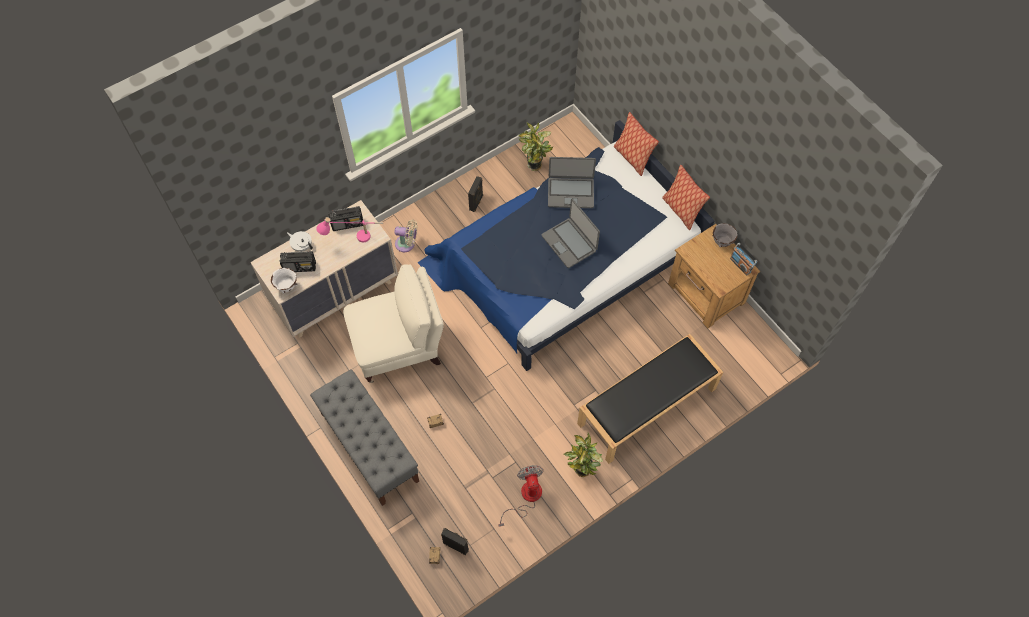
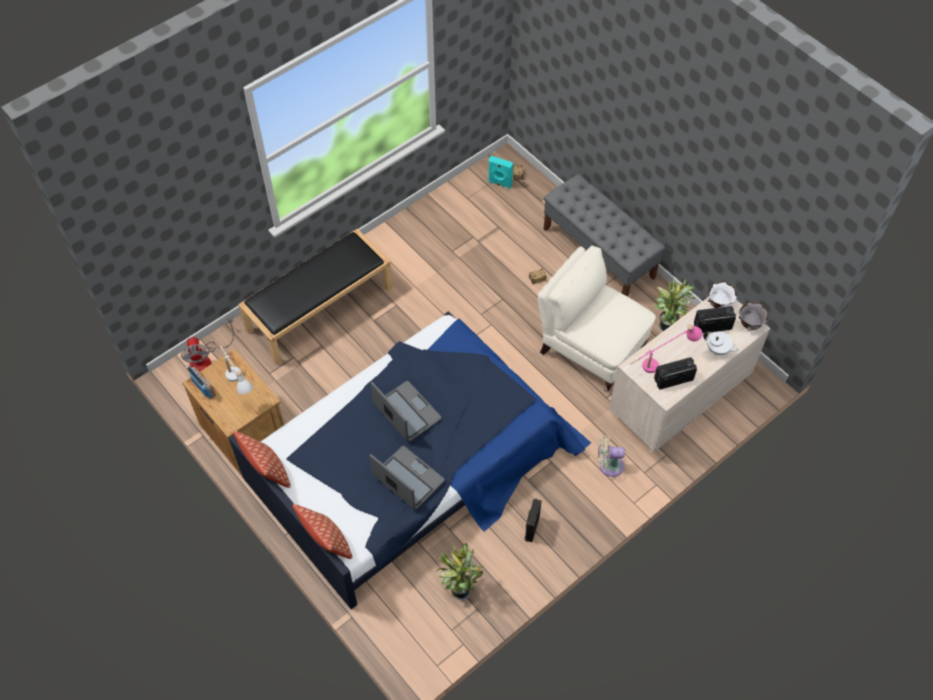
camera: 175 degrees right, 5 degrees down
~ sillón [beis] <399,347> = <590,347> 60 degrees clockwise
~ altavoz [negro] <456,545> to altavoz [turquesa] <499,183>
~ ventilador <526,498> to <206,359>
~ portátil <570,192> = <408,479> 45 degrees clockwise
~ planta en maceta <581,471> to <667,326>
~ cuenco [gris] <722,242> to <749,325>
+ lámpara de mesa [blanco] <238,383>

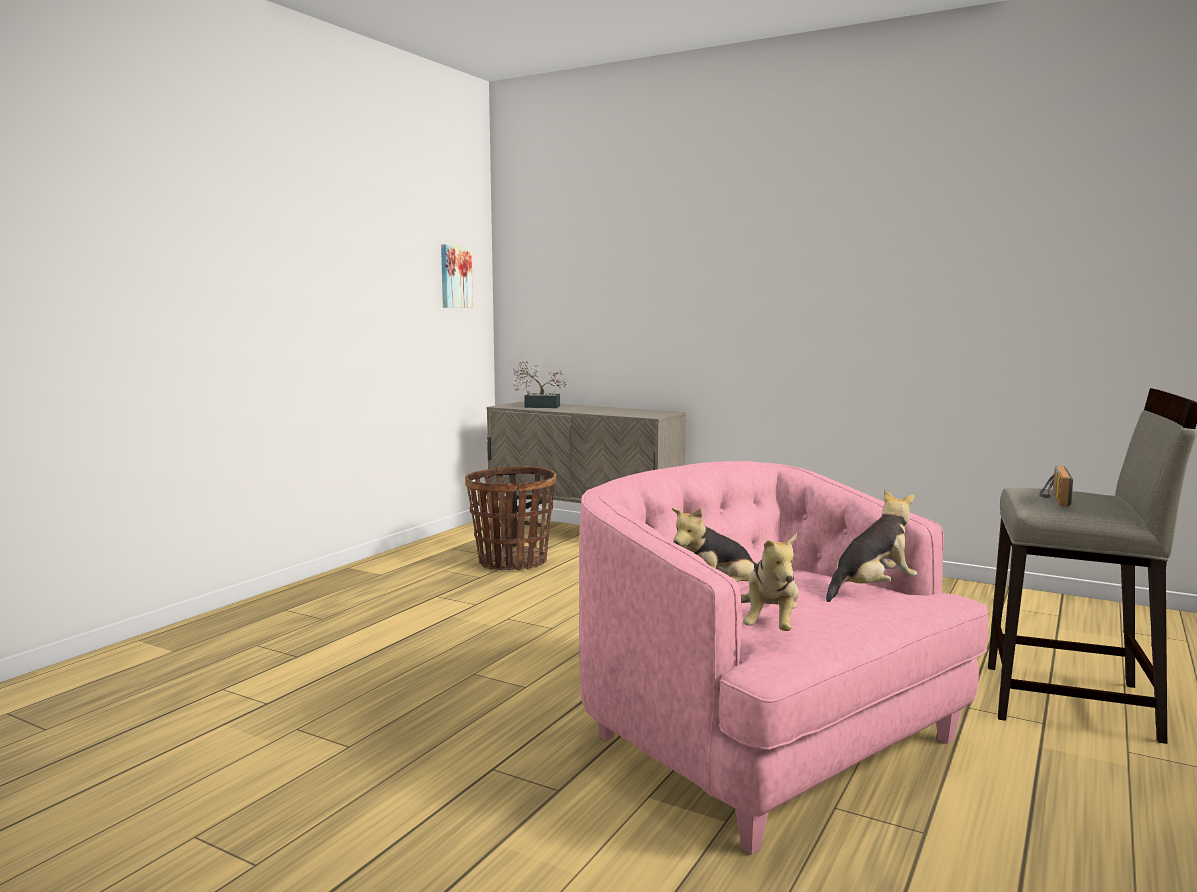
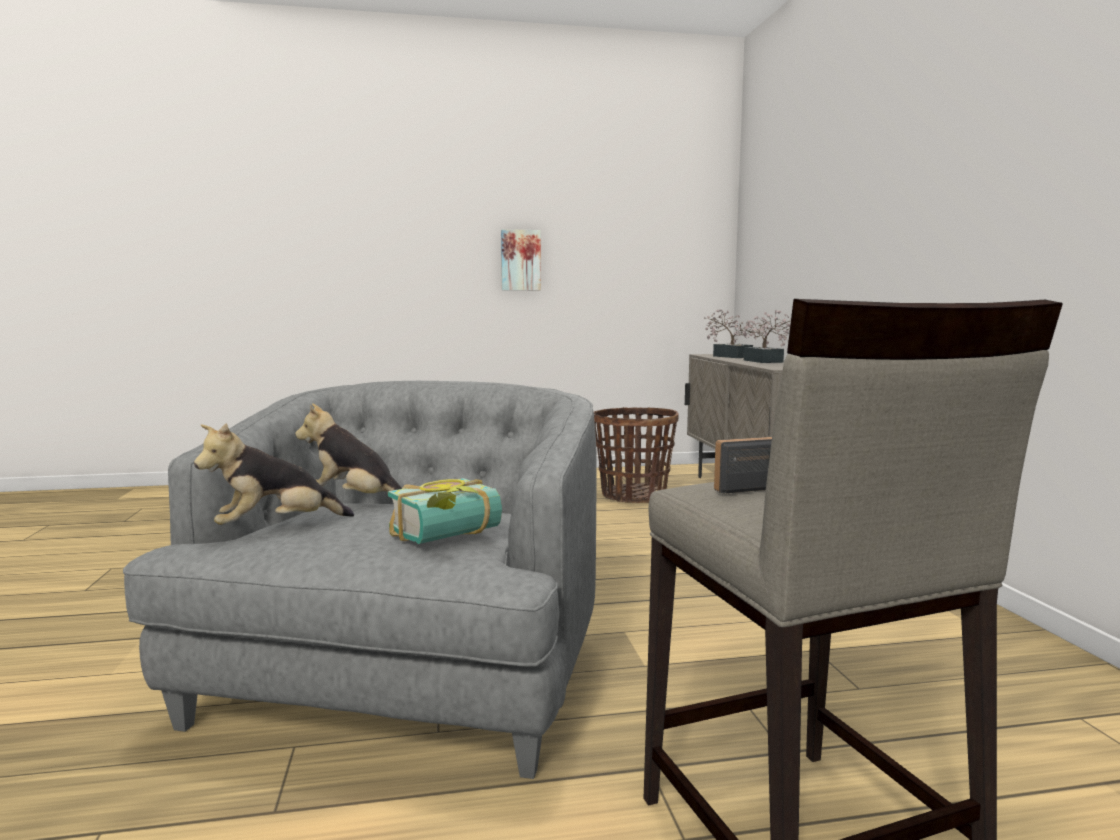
camera: 50 degrees right, 0 degrees up
~ cuadro <454,276> to <520,260>
~ sillón [rosa] <768,743> to sillón [gris] <402,680>
~ peluche <871,589> to libro <450,536>
+ planta en maceta <765,361>

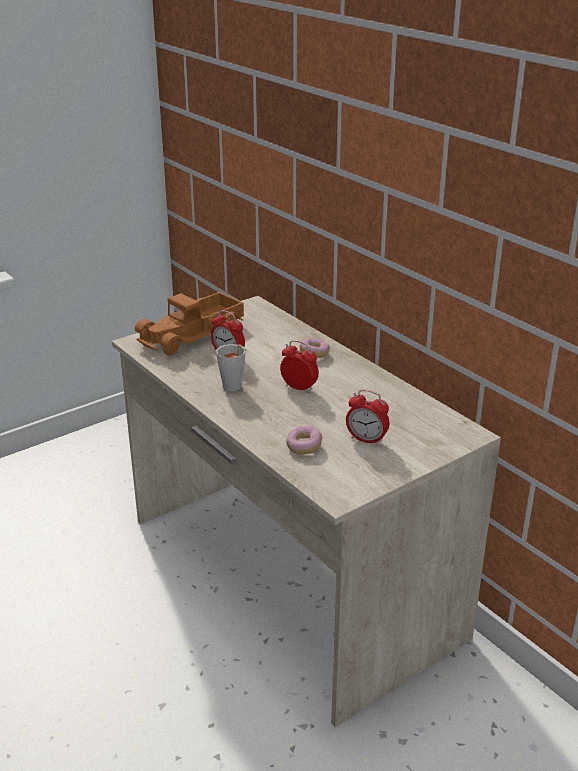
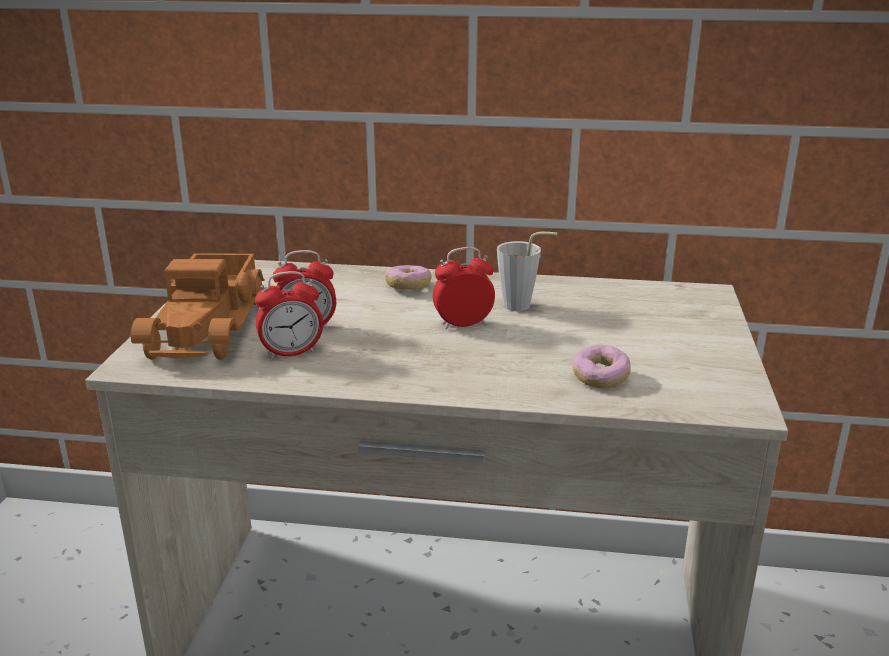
camera: 45 degrees left, 5 degrees down
~ taza [gris] <233,388> to <523,306>
~ despertador <366,440> to <291,353>

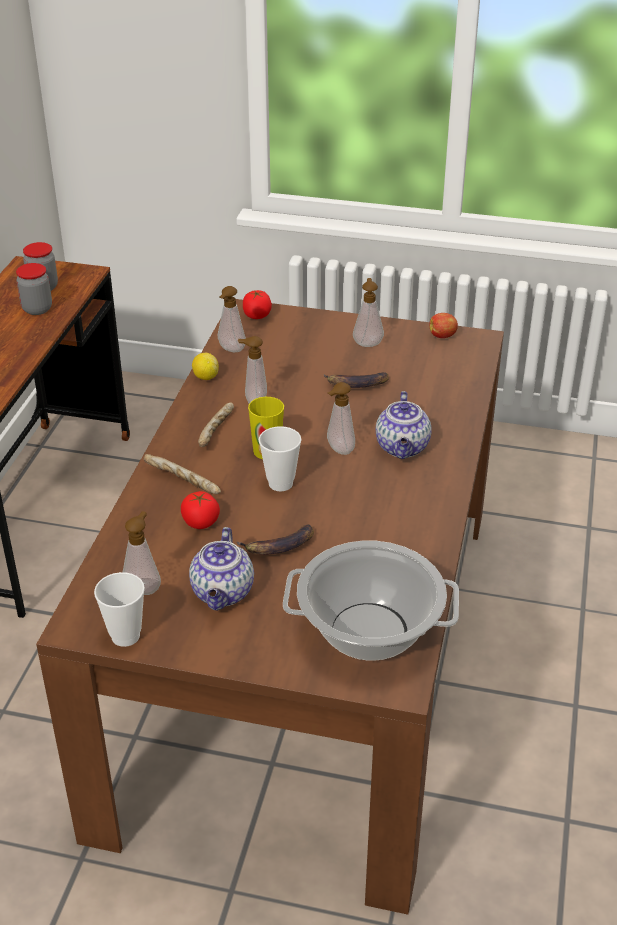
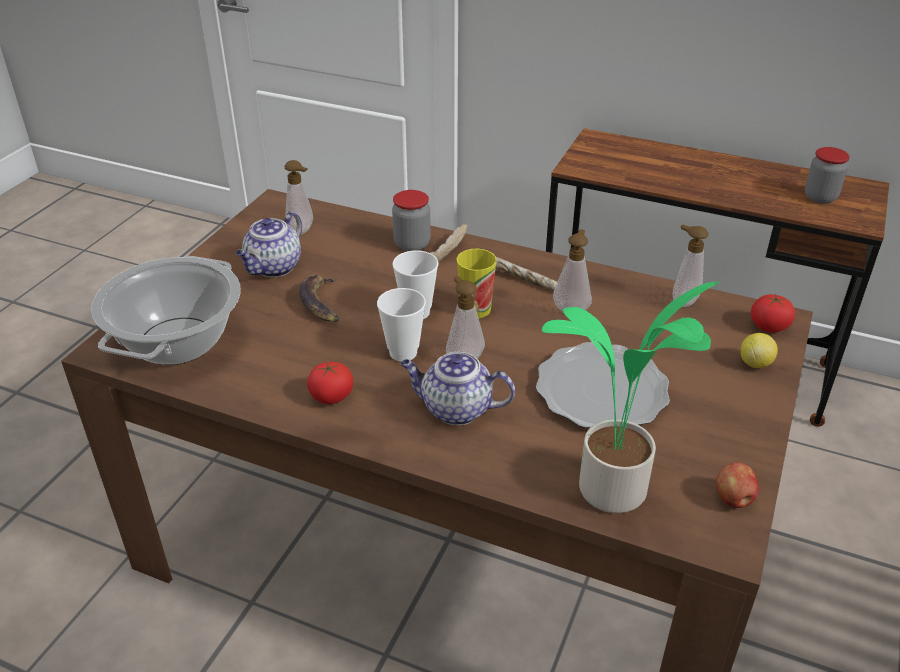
camera: 100 degrees right, 0 degrees up
~ tarro <37,309> to <412,244>
~ taza <125,636> to <403,353>
~ tomate <200,522> to <332,396>
~ tetera <223,593> = <274,268> 75 degrees counterclockwise
~ limón <205,377> to <755,363>
~ plátano <356,384> to plato <601,390>
- dispensador de jabón <367,343>
+ planta en maceta <610,493>

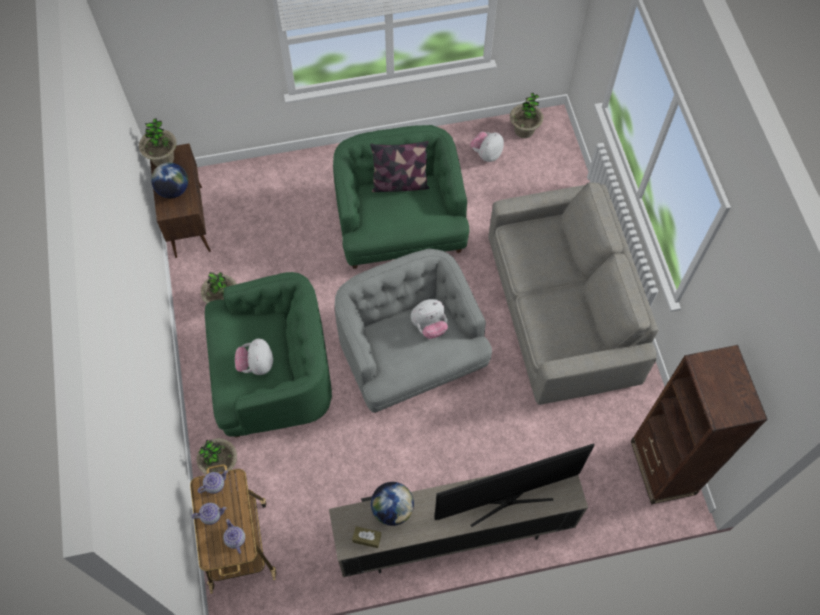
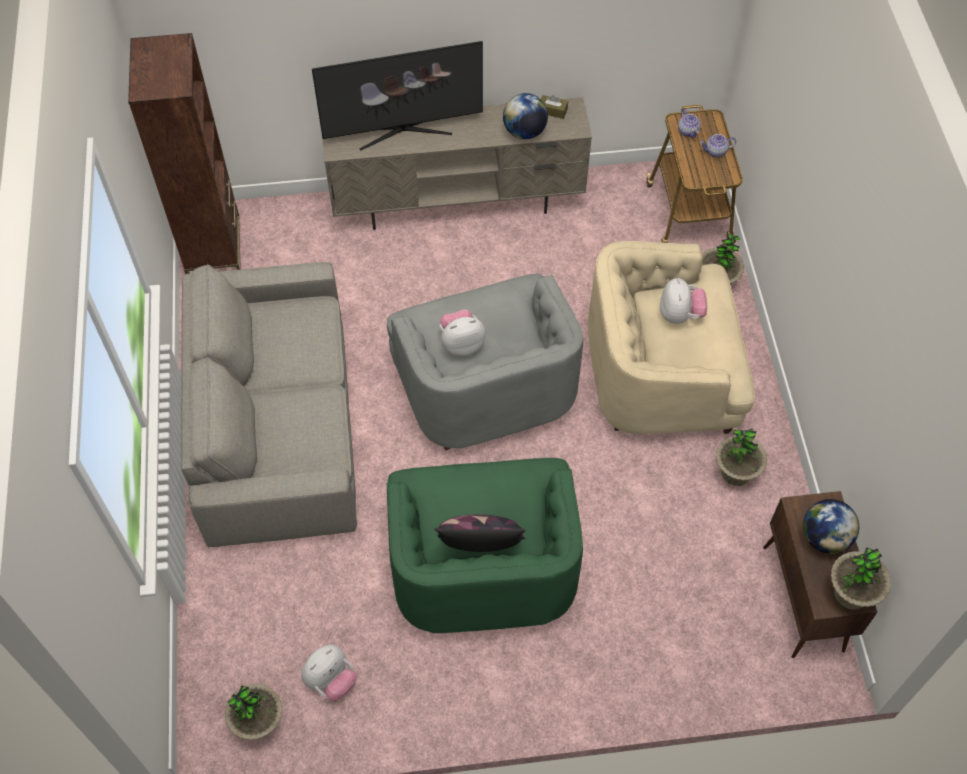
camera: 175 degrees left, 5 degrees down
- tetera <215,484>
~ sillón [verde] <273,375> to sillón [beis] <661,374>

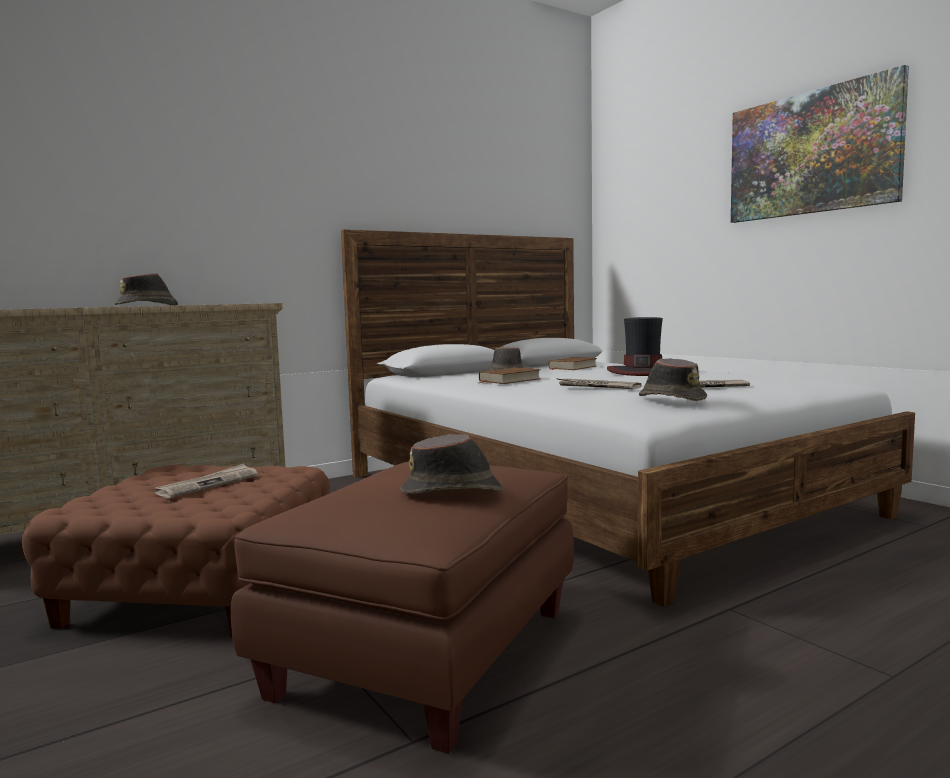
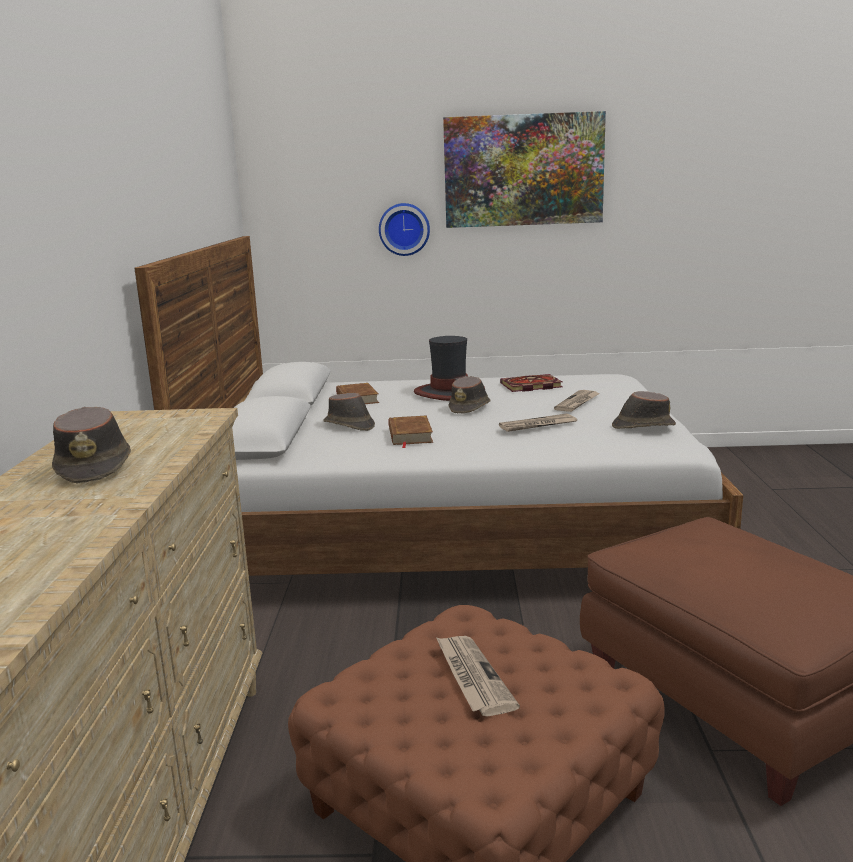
camera: 55 degrees left, 10 degrees up
~ sombrero [marrón] <453,491> to <470,408>
+ reloj de pared <404,229>
+ libro <530,386>

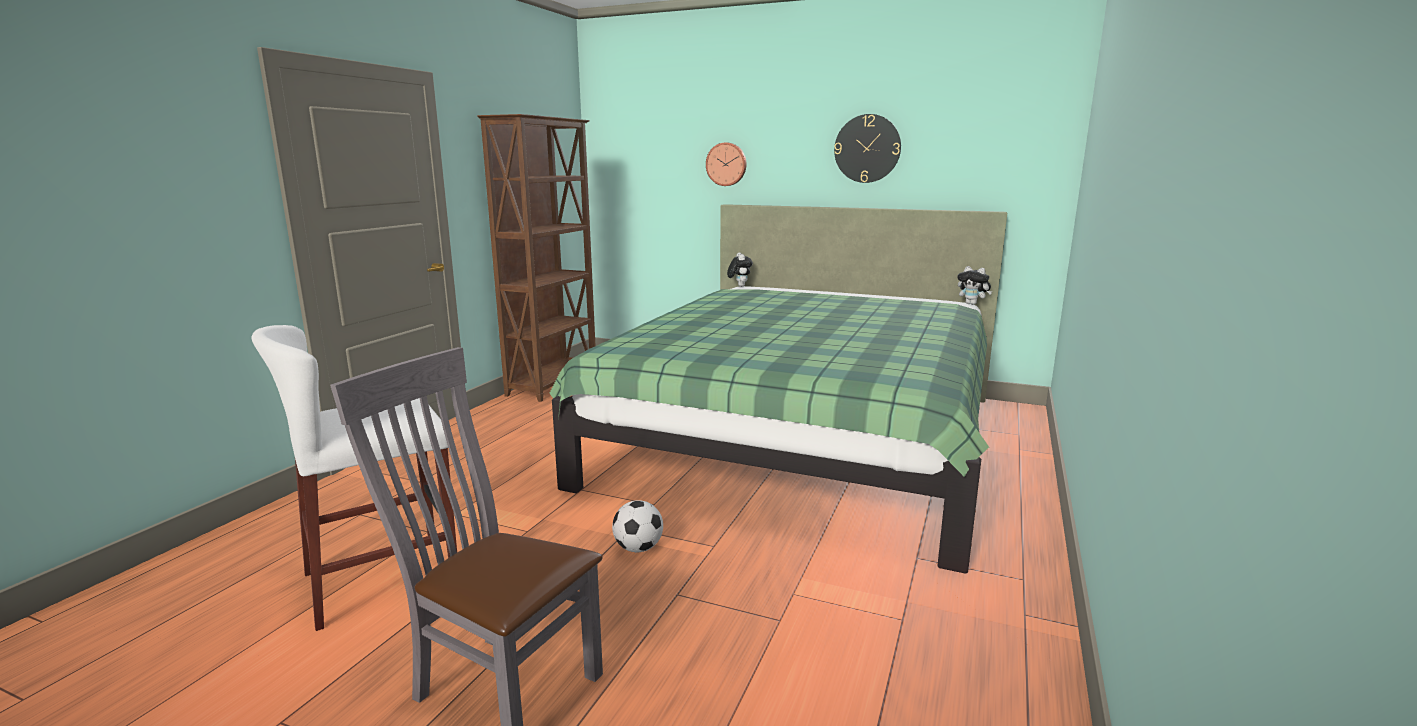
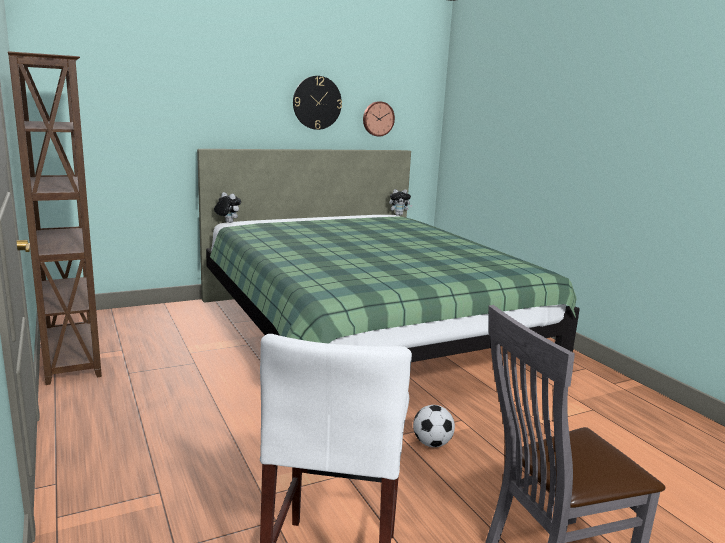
camera: 50 degrees left, 0 degrees up
~ reloj de pared <726,164> to <378,118>

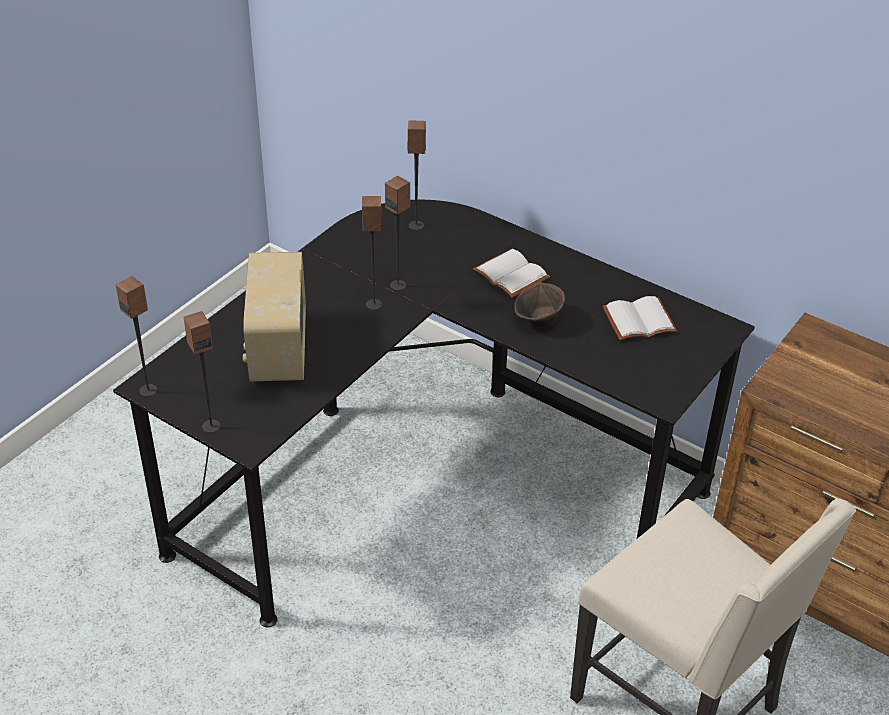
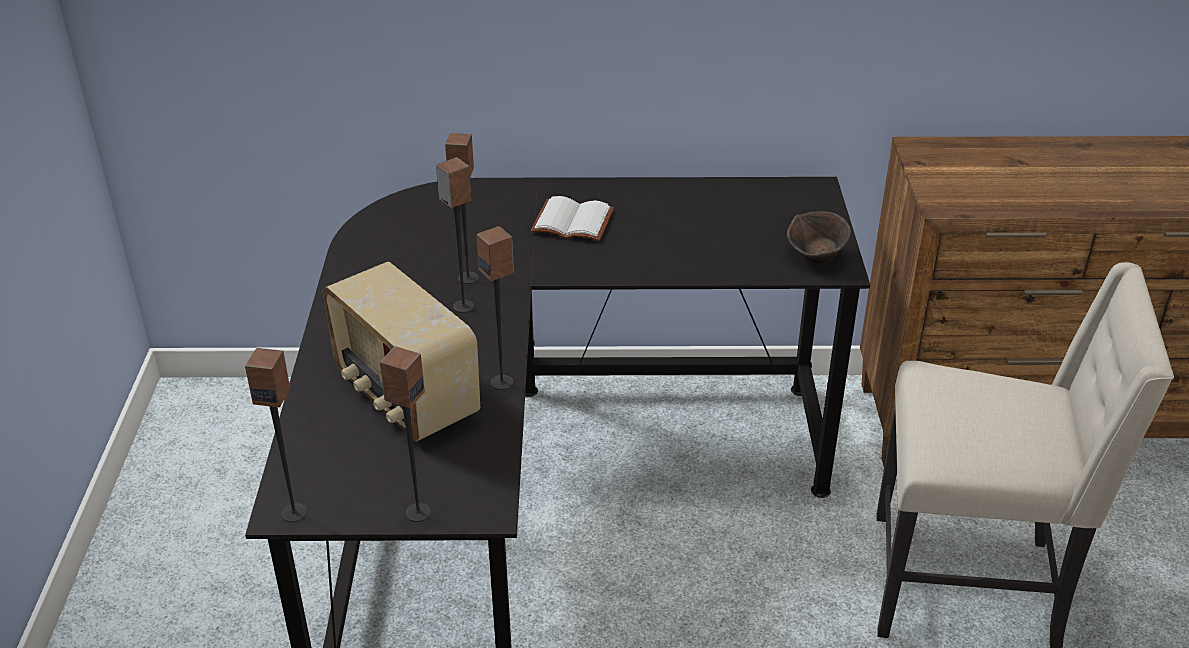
camera: 35 degrees left, 5 degrees down
~ altavoz <416,225> to <502,382>
~ cuenco [marrón] <538,320> to <816,257>
- libro [blanco] <639,322>

